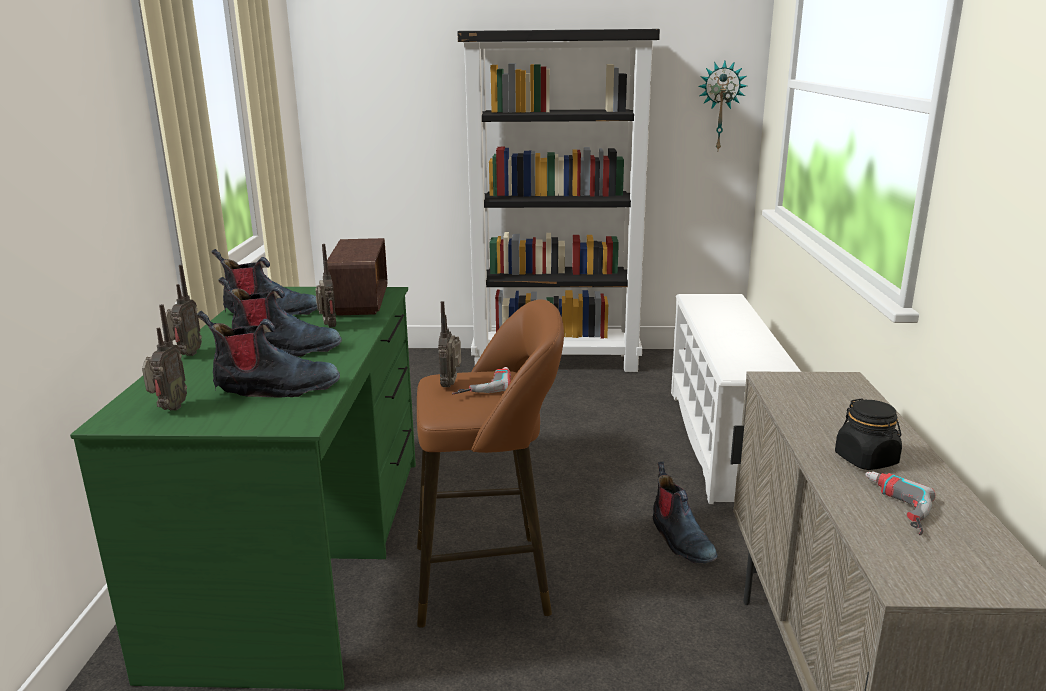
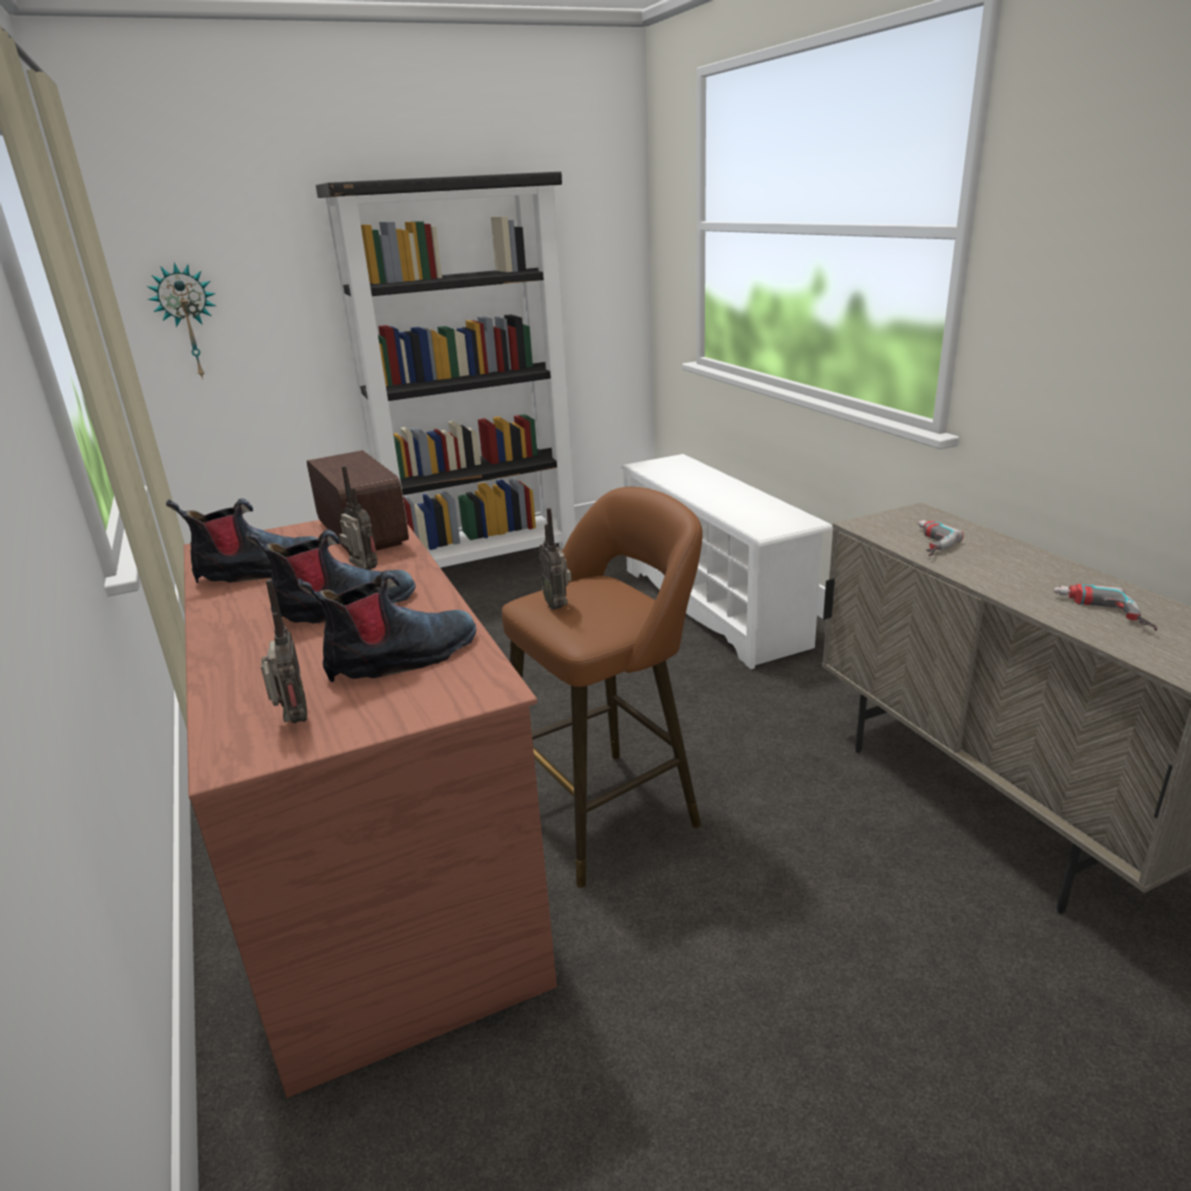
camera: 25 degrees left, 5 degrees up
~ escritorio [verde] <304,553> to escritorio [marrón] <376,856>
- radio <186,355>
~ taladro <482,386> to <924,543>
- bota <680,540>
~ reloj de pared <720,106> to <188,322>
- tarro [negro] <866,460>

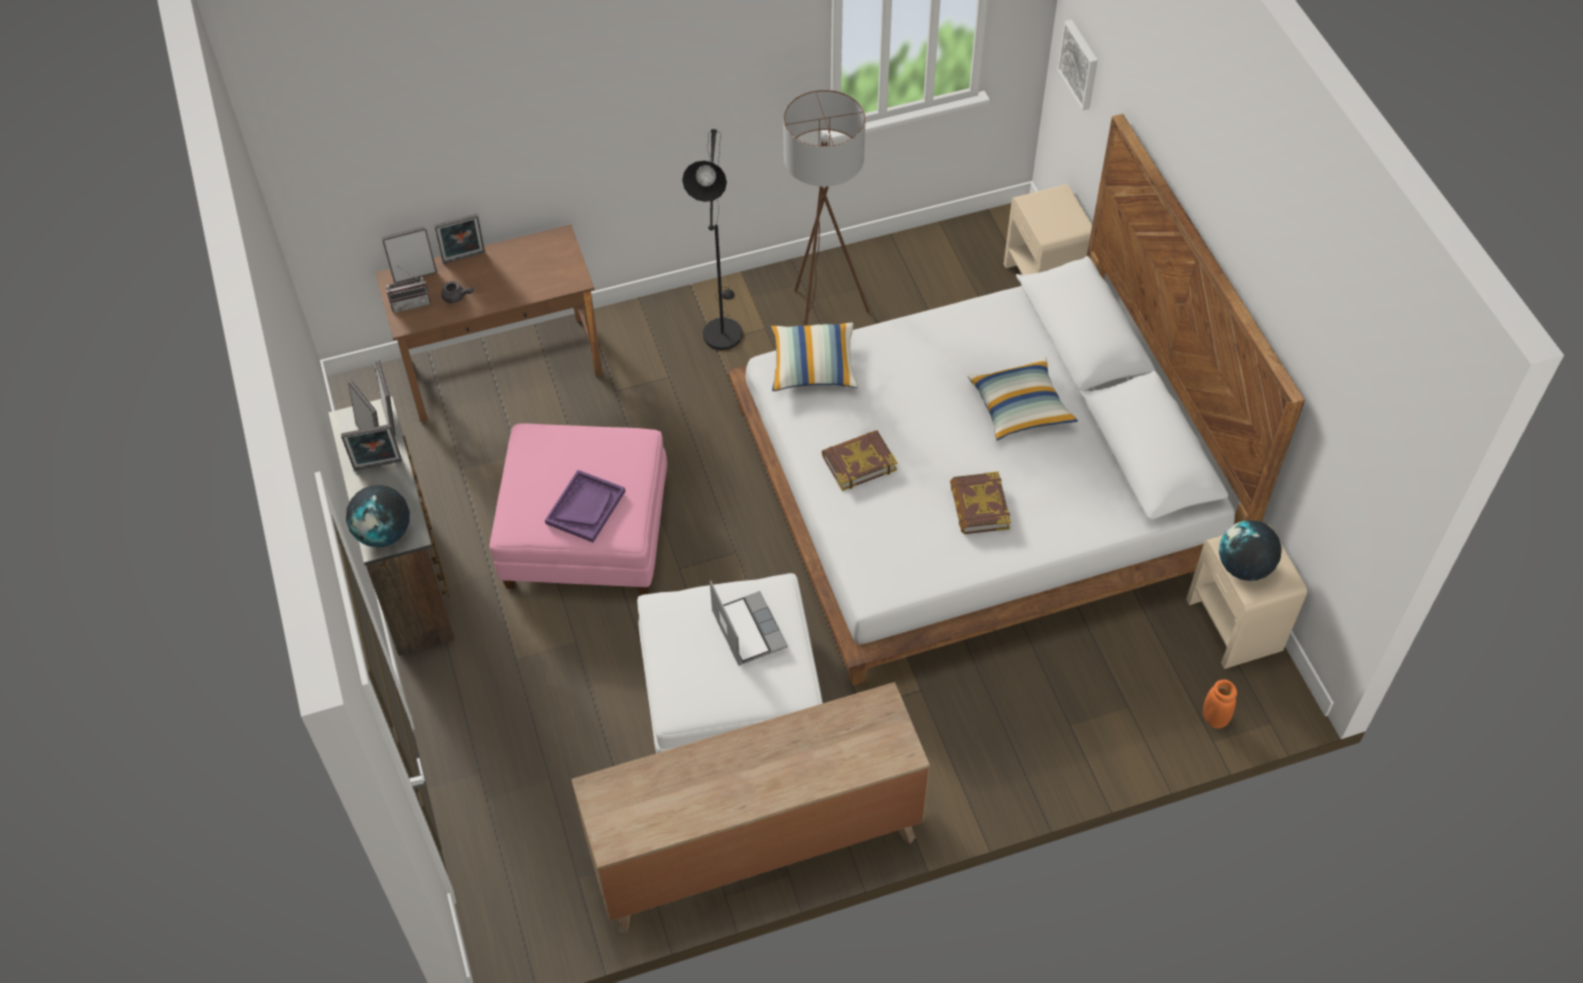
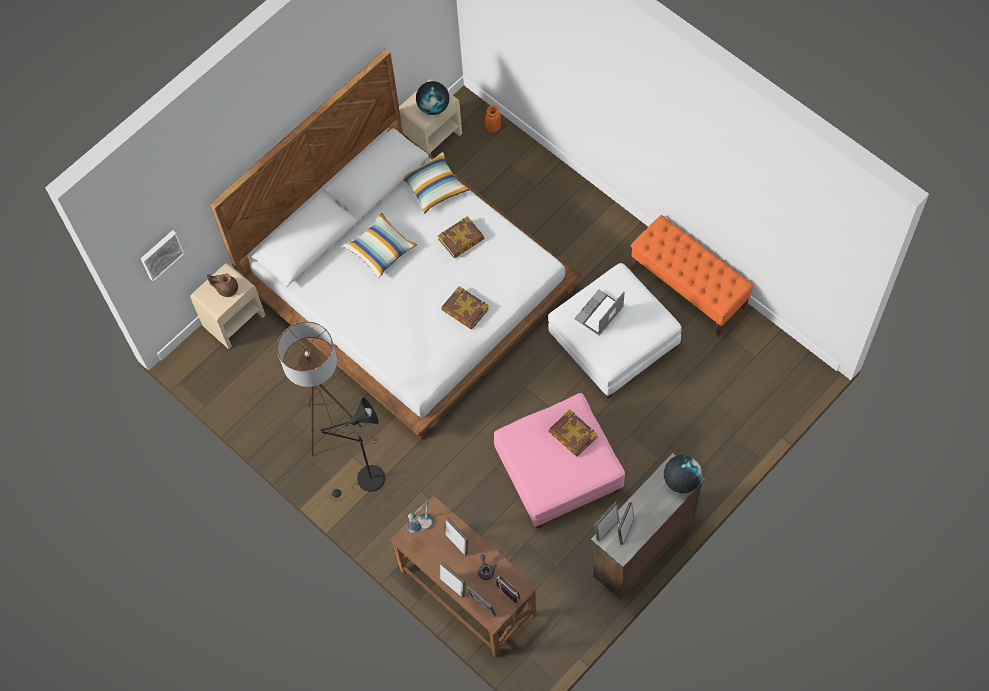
camera: 115 degrees left, 10 degrees up
~ portarretratos <378,467> to <457,543>
~ bandeja [morado] <585,507> to libro <572,435>
~ cómoda [marrón] <754,847> to banco [naranja] <689,288>
~ cojín <813,366> to <434,187>
+ tetera [marrón] <226,288>
+ lámpara de mesa <421,528>

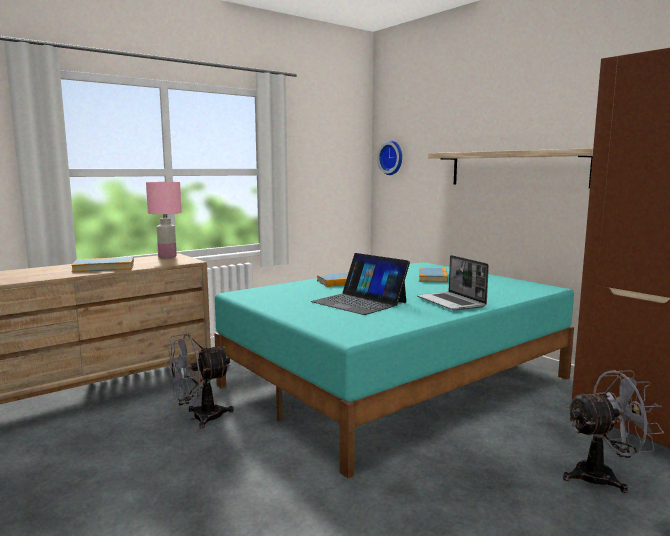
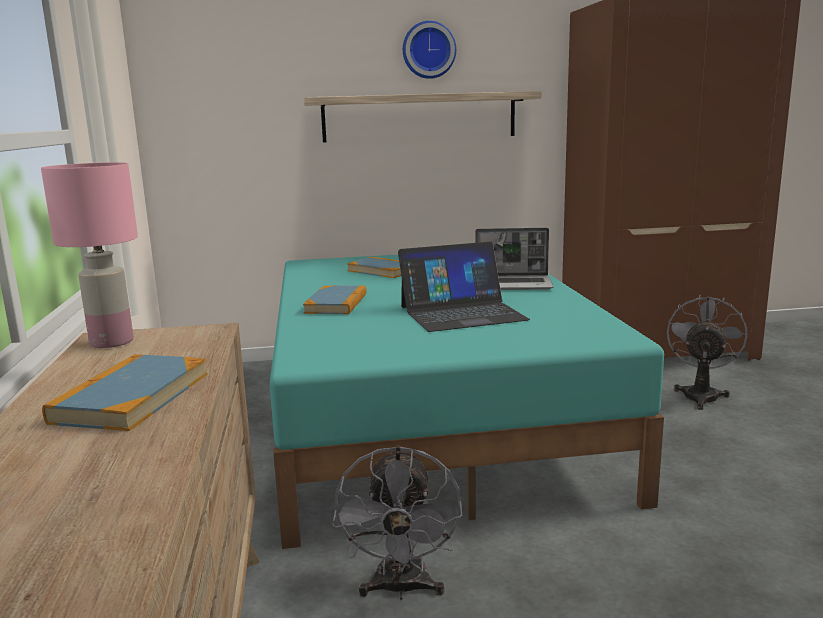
camera: 60 degrees left, 5 degrees up
~ reloj de pared <392,157> to <428,50>

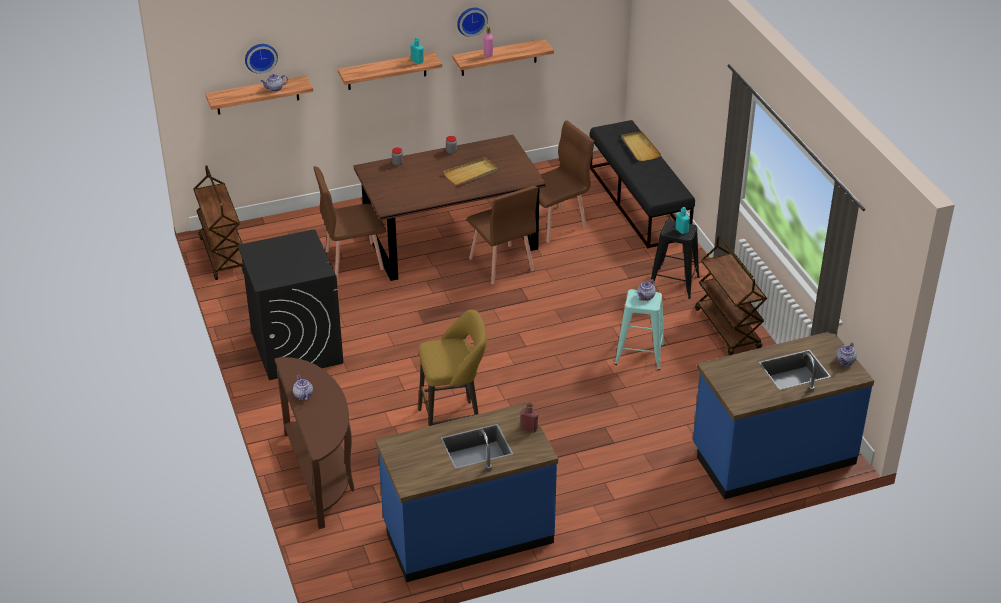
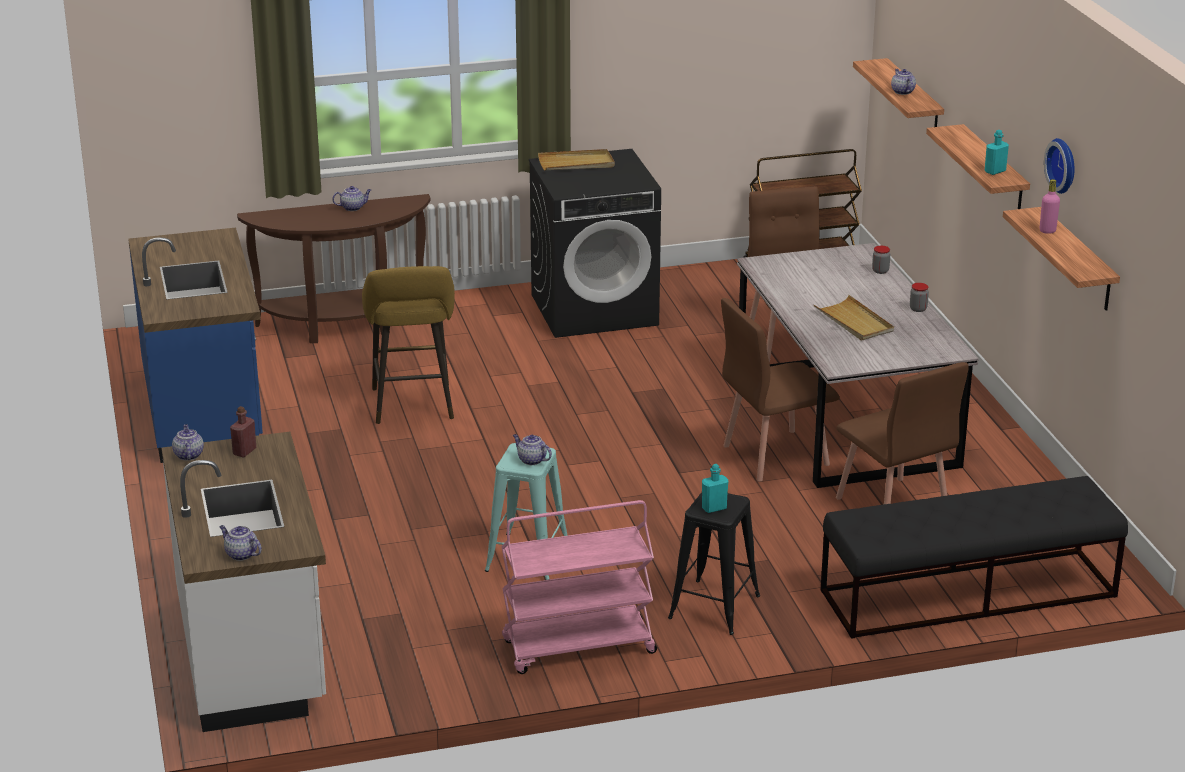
camera: 95 degrees right, 10 degrees down
- reloj de pared <260,57>
~ mesa de comedor [marrón] <450,239> to mesa de comedor [gris] <843,417>
~ botella [rojo] <529,428> to <244,451>
~ bandeja [beis] <640,148> to <576,163>
~ mueble bajo de cocina [azul] <772,455> to mueble bajo de cocina [blanco] <253,652>
~ carrito [marrón] <728,329> to carrito [rosa] <578,648>
+ tetera <188,455>

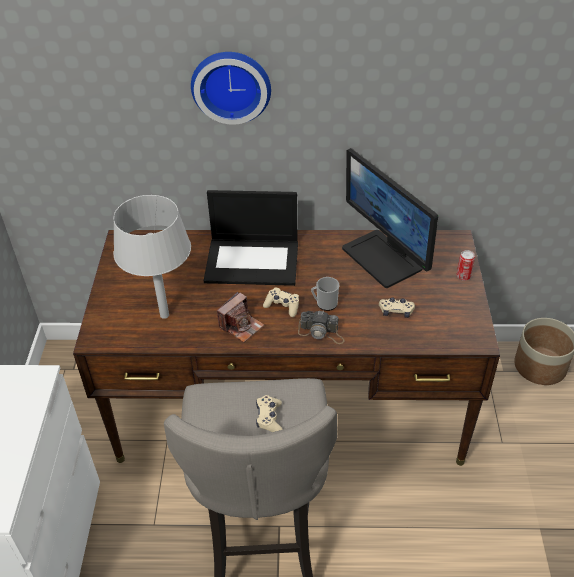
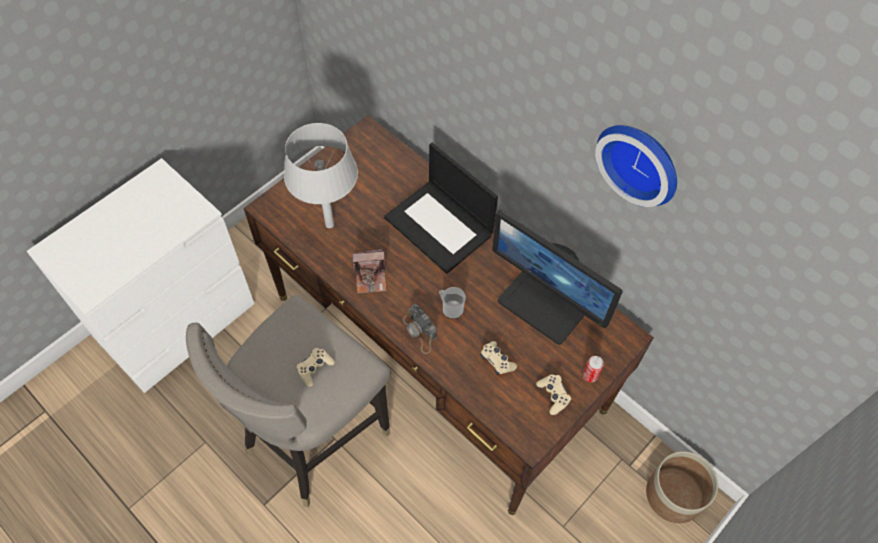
camera: 40 degrees right, 15 degrees up
~ reloj de pared <231,85> to <641,161>
~ mando de consola [beis] <282,306> to <553,395>
~ monitor <383,258> = <544,304> 60 degrees counterclockwise

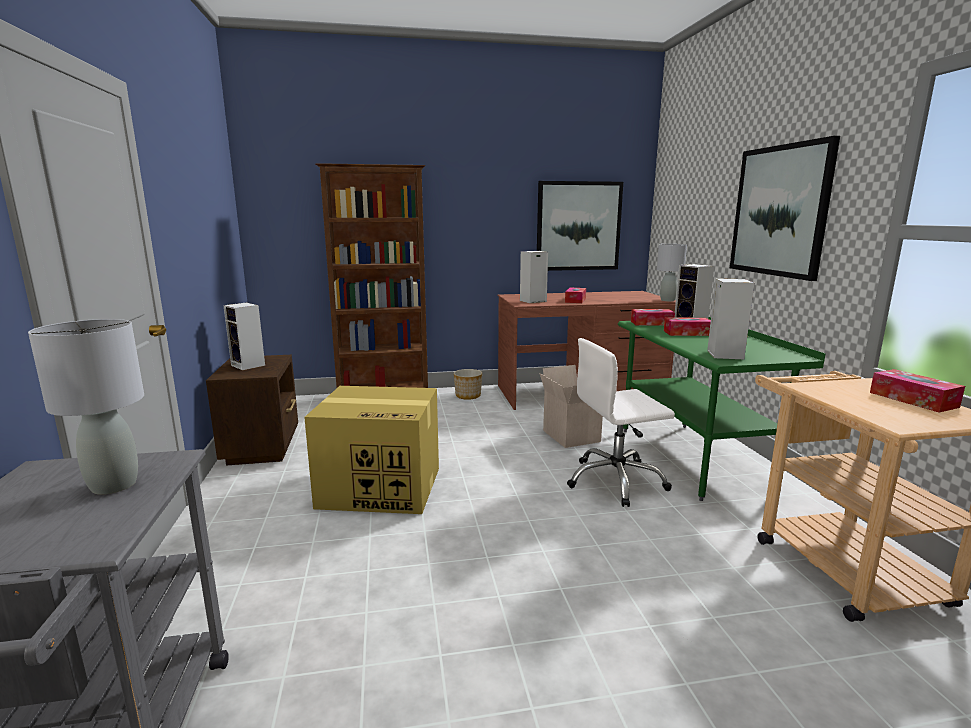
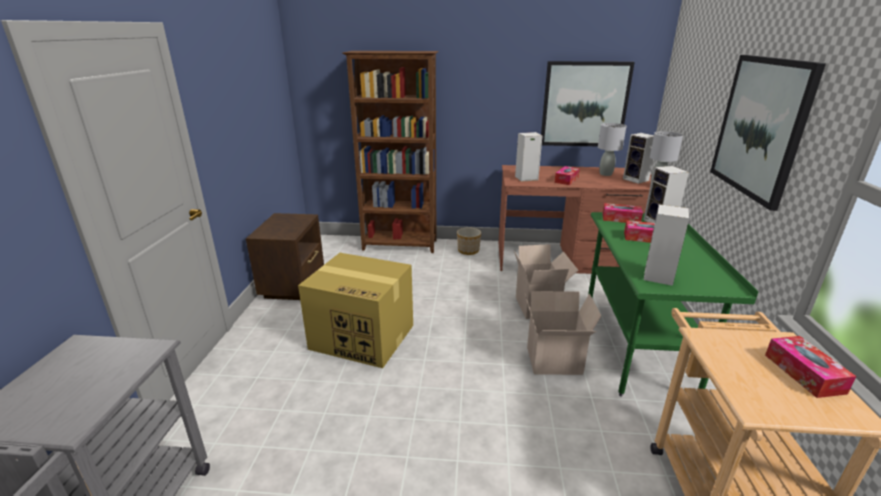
camera: 15 degrees right, 10 degrees up
~ lámpara de mesa [gris] <114,485> to <606,174>
~ altavoz <249,365> to <636,180>
~ silla de oficina [blanco] <616,481> to caja de cartón <553,362>

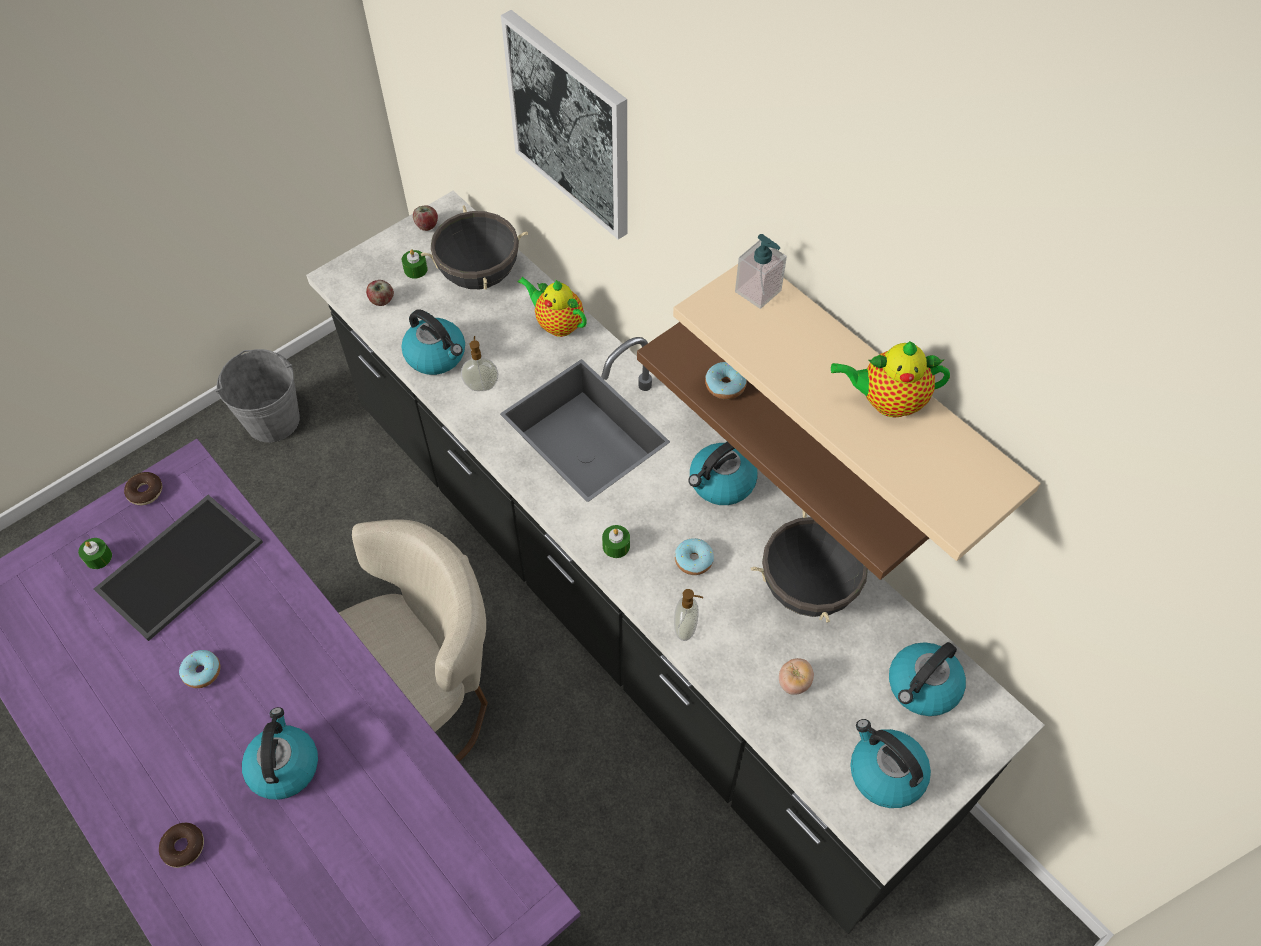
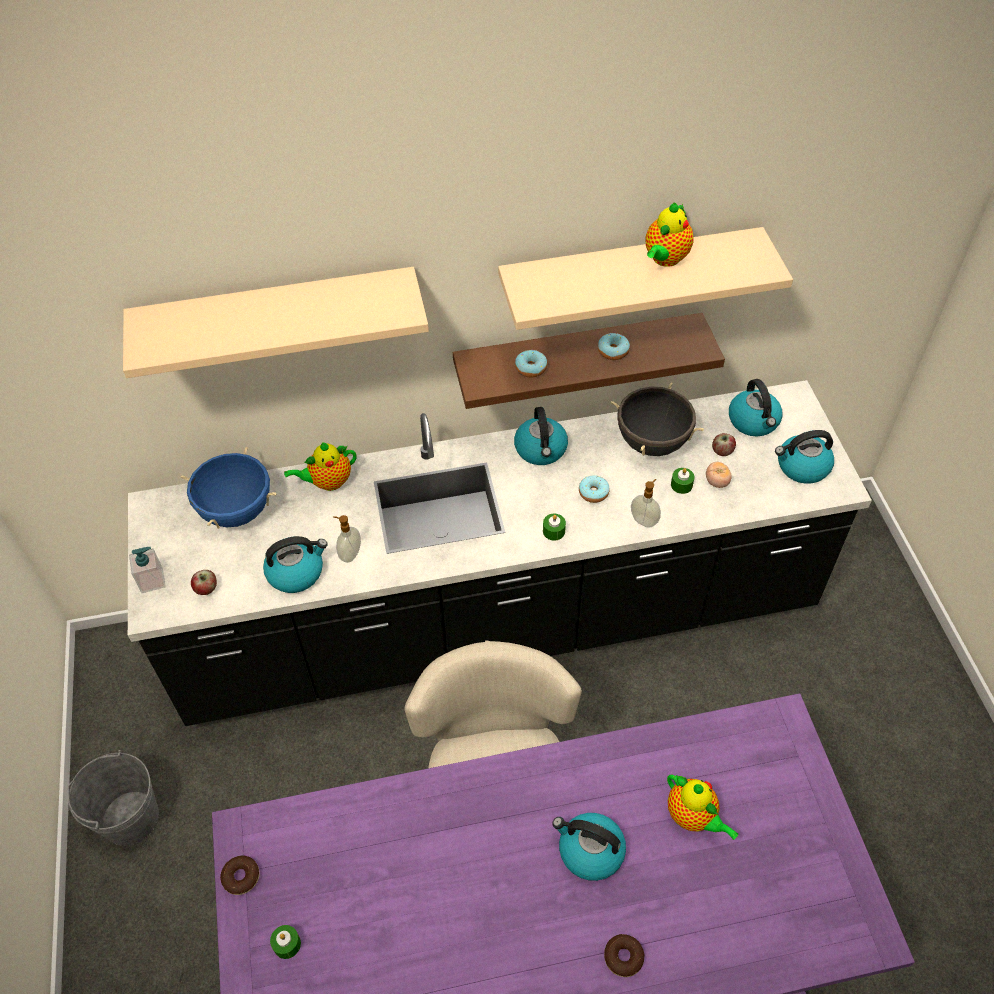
camera: 60 degrees left, 5 degrees down
- bandeja <180,564>
~ rosquilla <202,672> to <613,351>
~ vela [verde] <415,269> to <681,485>
~ manzana <427,225> to <722,451>
~ olla [negro] <479,275> to olla [azul] <237,511>
~ cuadro <571,125> to estante [beis] <277,314>
~ dispensador de jabón <758,291> to <152,580>
+ tetera <693,816>

